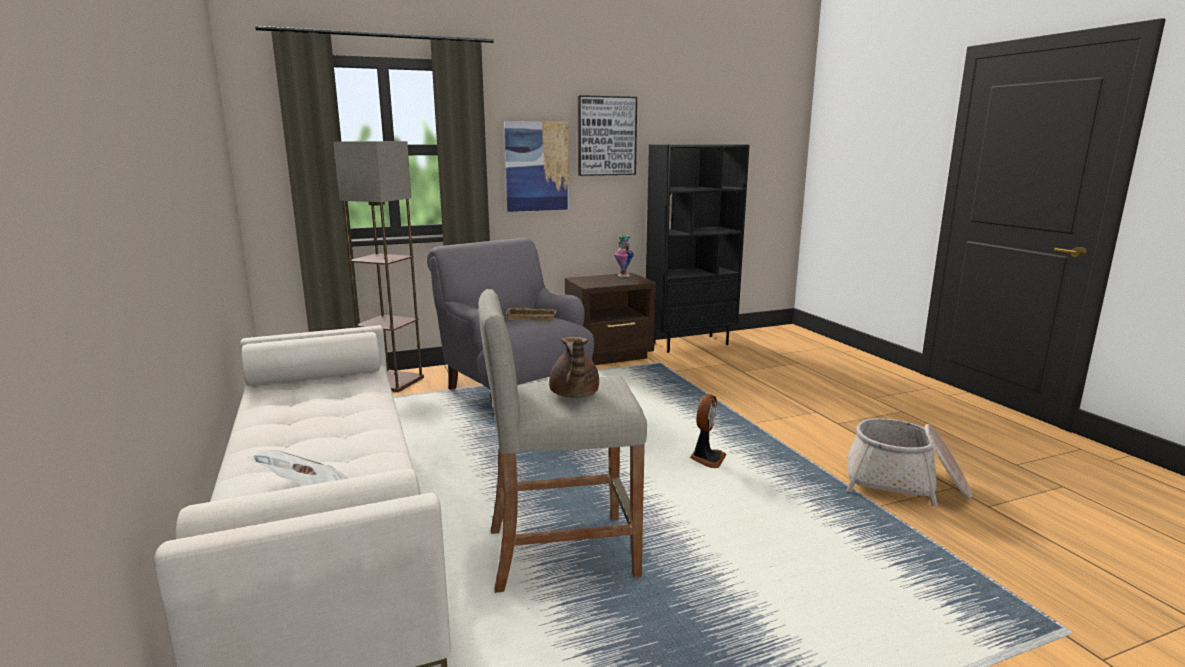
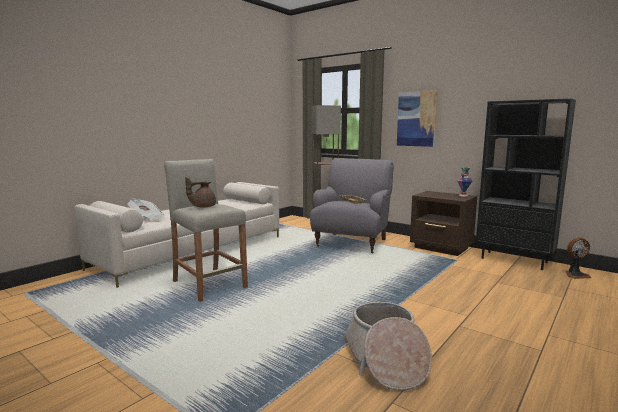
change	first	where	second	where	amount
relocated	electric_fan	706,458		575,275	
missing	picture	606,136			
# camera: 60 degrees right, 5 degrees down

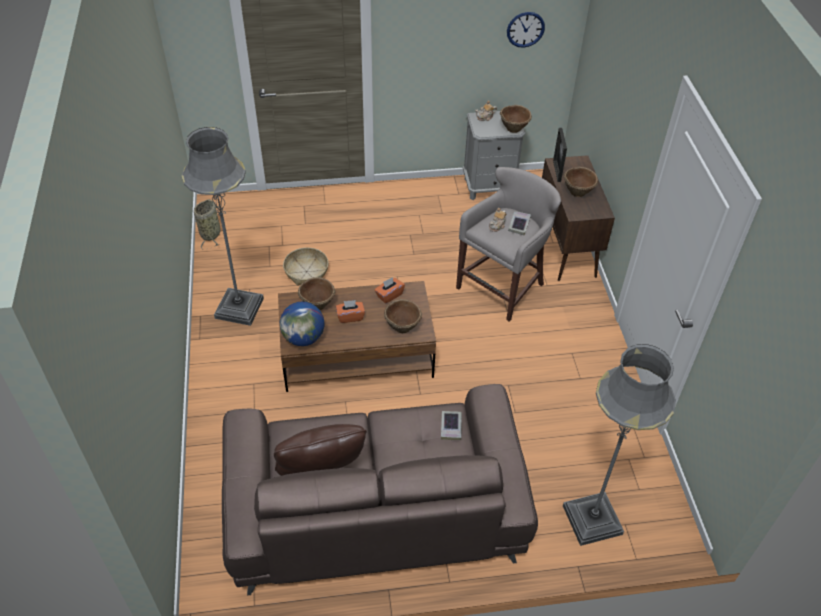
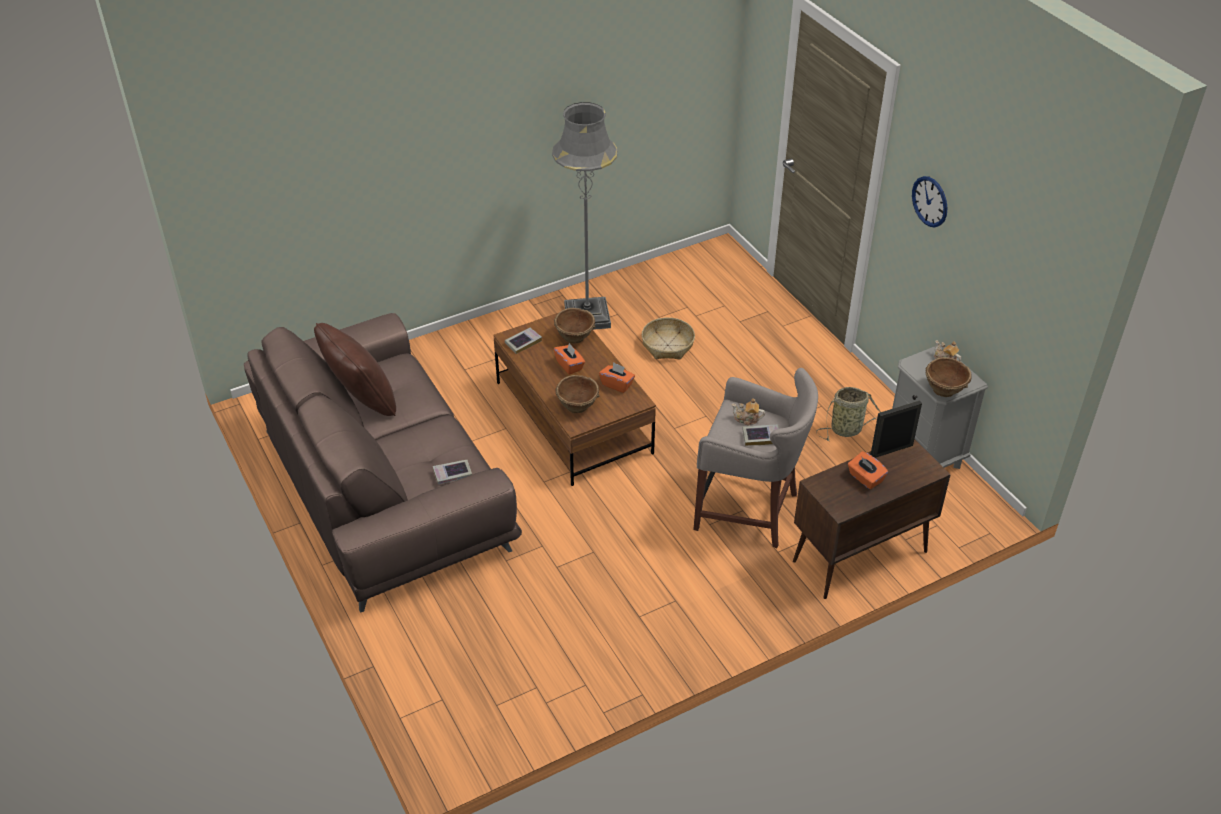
change	first	where	second	where	amount
exchanged	desk_globe	304,338	bound_book	523,342	
relocated	household_basket	211,233		848,429	
exchanged	brown-coloured_deep_dish	578,191	orange_tissue_holder	865,478	
relocated	wall_clock	525,29		930,201	
missing	grey_standing_lamp	592,520			
# camera: 70 degrees right, 5 degrees down

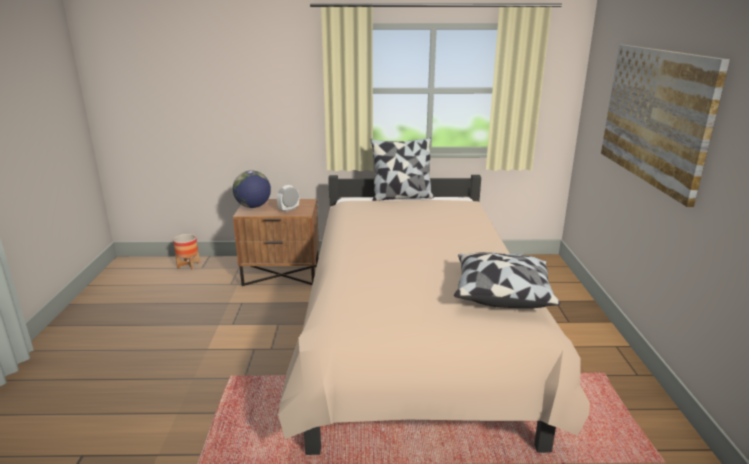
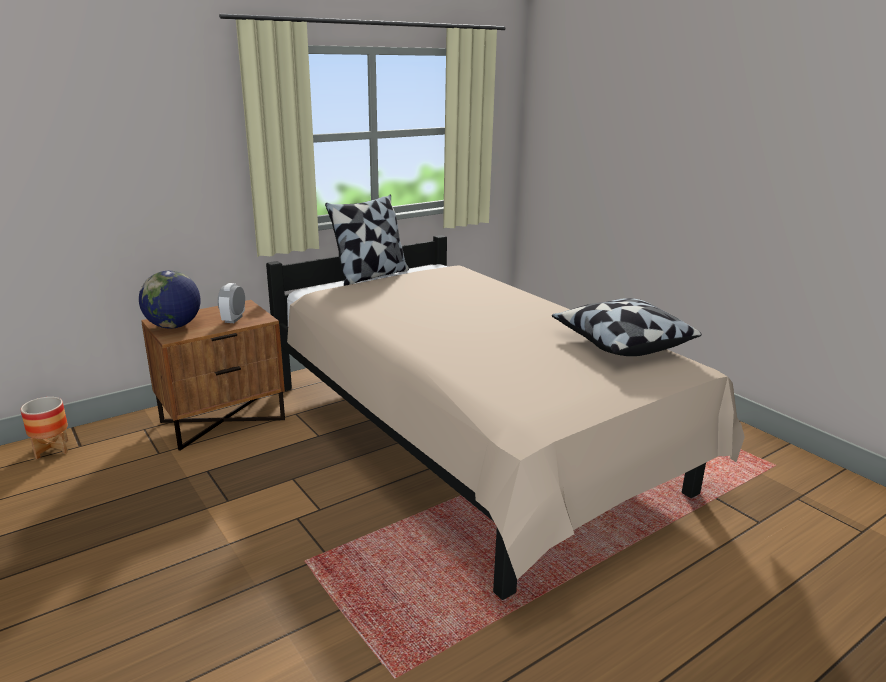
change	first	where	second	where	amount
missing	picture	655,116			
# camera: 35 degrees left, 0 degrees up

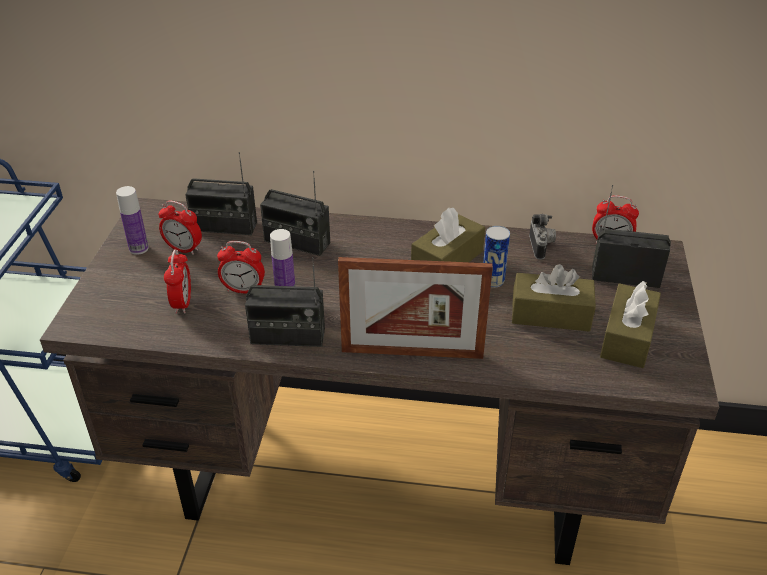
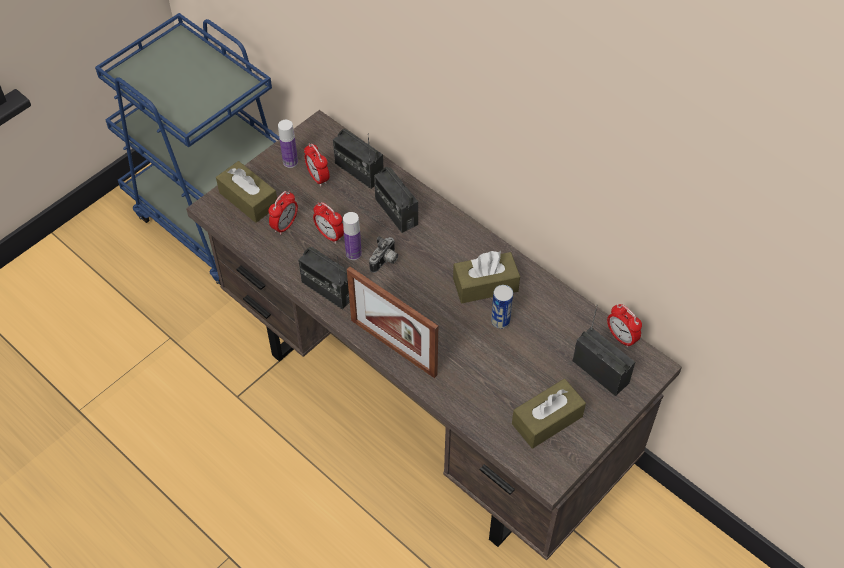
change	first	where	second	where	amount
relocated	brown-coloured_tissue_holder	550,314		248,199	
relocated	still_camera	541,247		385,262	
# camera: 35 degrees right, 15 degrees up

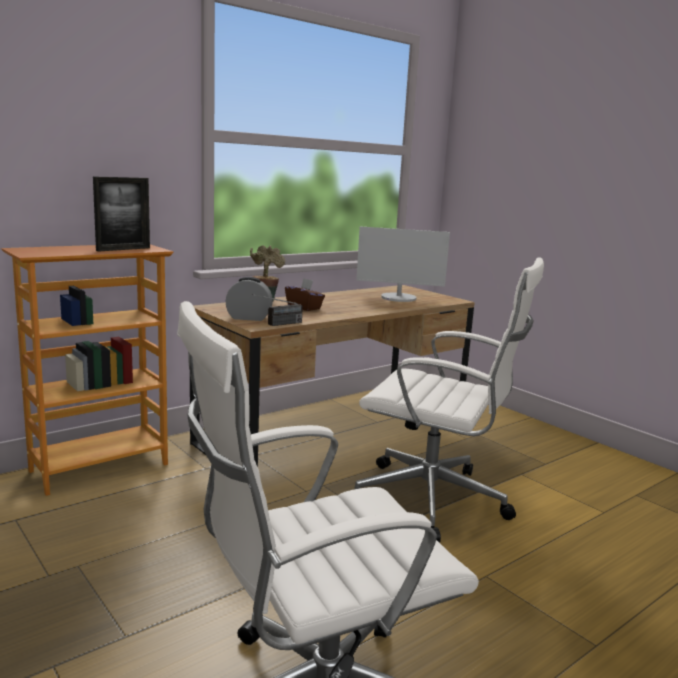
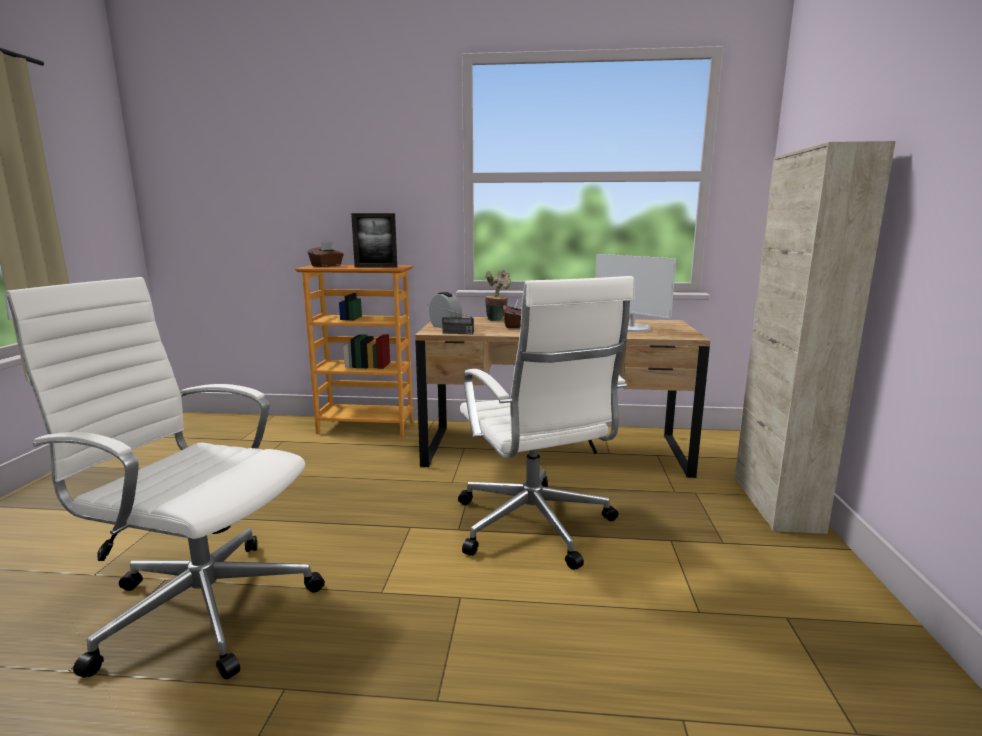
change	first	where	second	where	amount
appeared			brown-coloured_tissue_holder	327,266	
appeared			beige-coloured_cupboard	776,504	
# camera: 45 degrees right, 0 degrees up

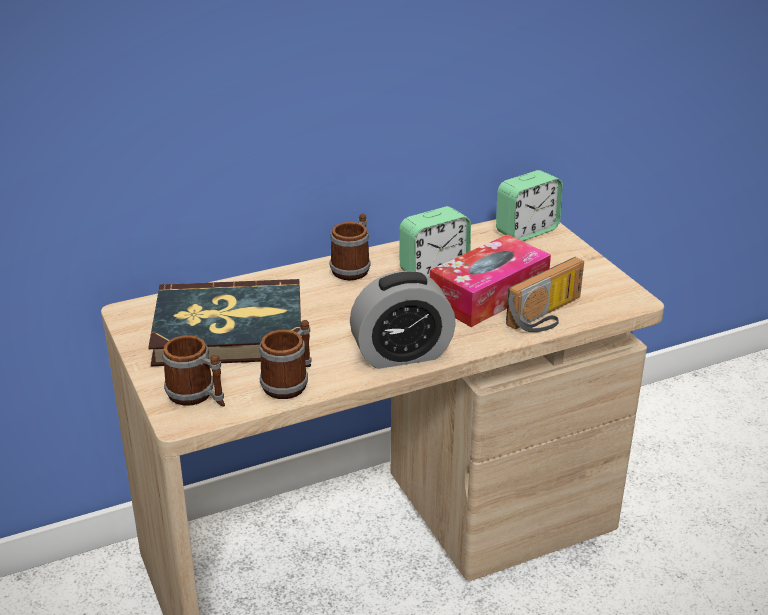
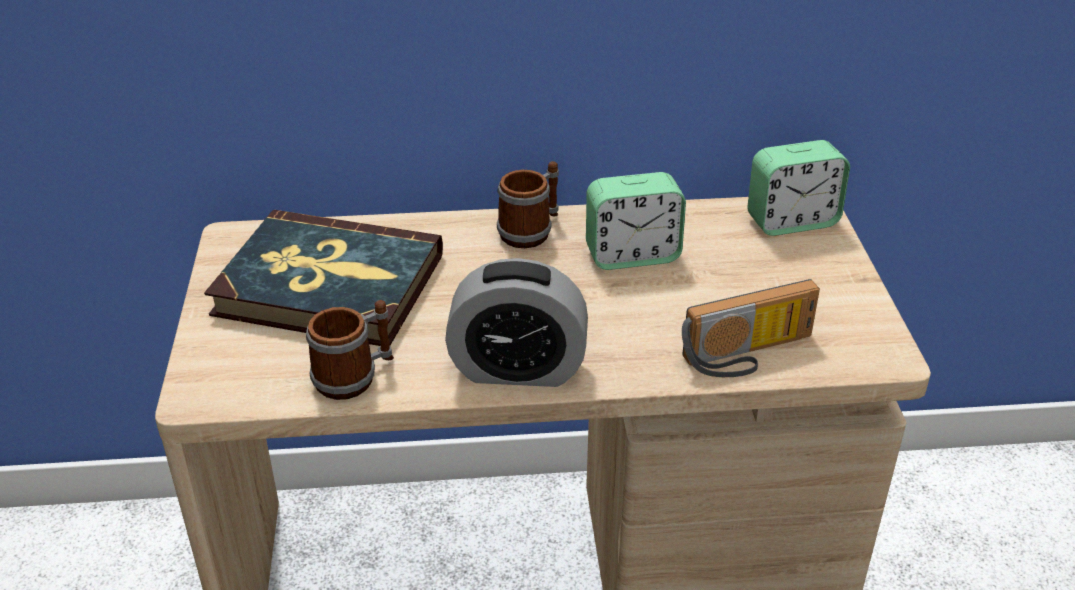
change	first	where	second	where	amount
missing	tea_mug	197,396			
missing	tissue_holder	489,295			
# camera: 20 degrees right, 5 degrees up

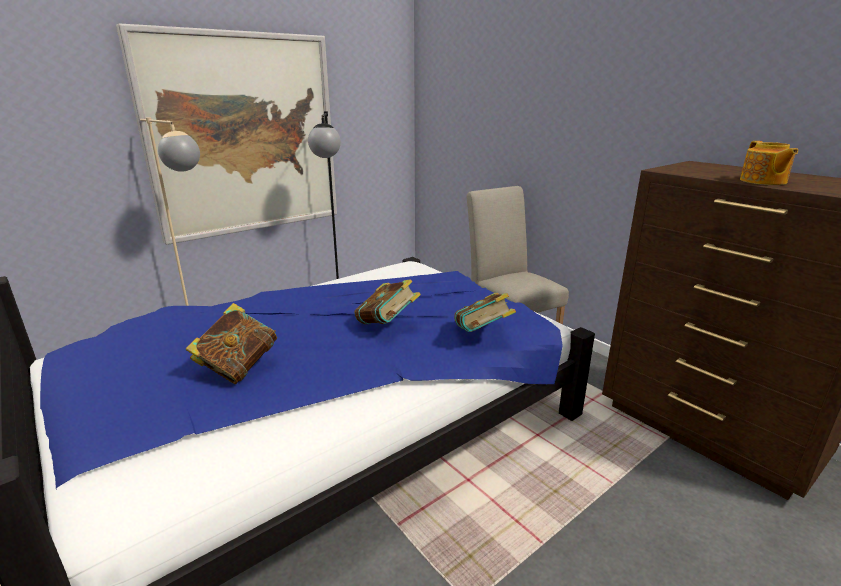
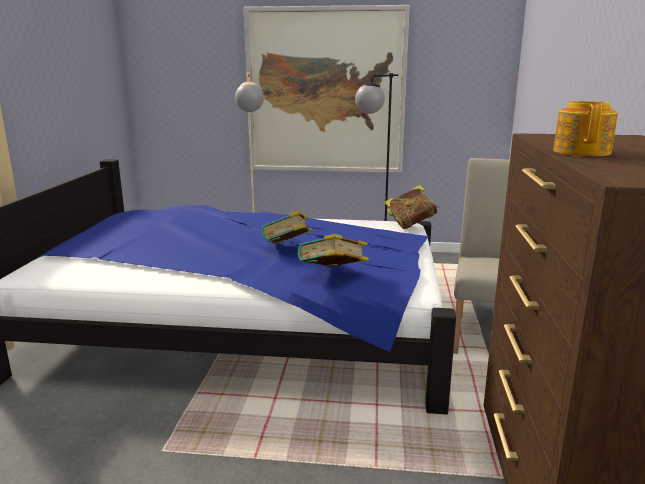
change	first	where	second	where	amount
relocated	bound_book	238,368		411,225	
spun	teapot	762,181		582,152	150 degrees clockwise
# camera: 45 degrees right, 5 degrees down

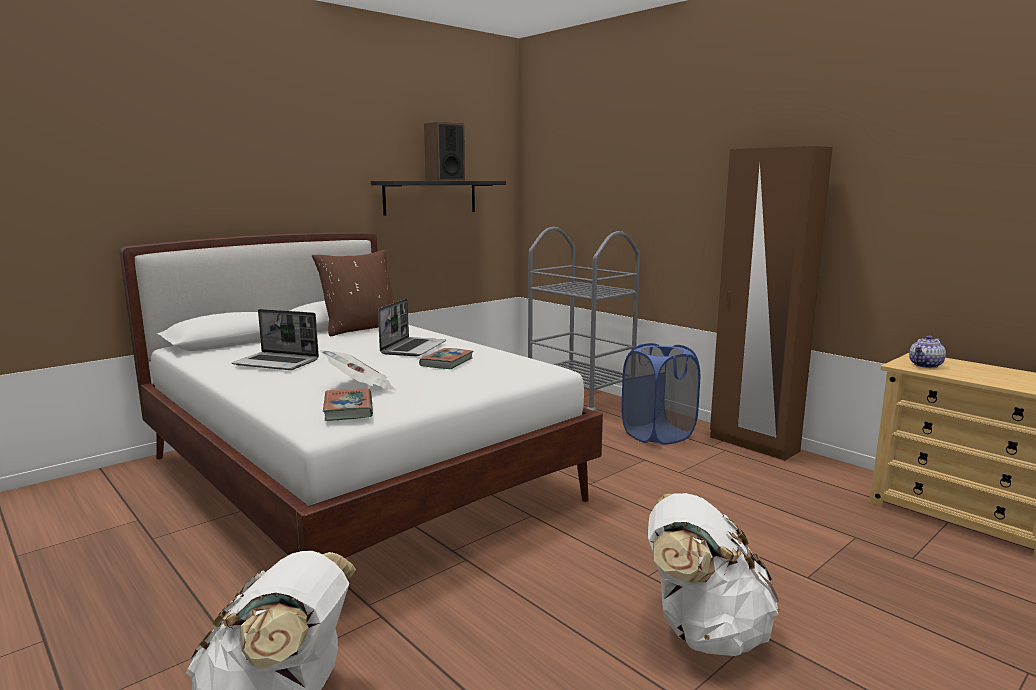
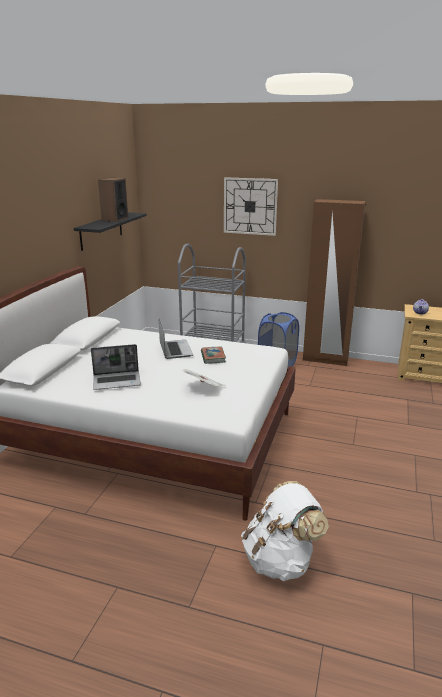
change	first	where	second	where	amount
appeared			wall_clock	250,206	
missing	brown-coloured_cushion	361,328			
missing	bound_book	348,409			
missing	white_backpack	703,631			
# camera: 30 degrees left, 10 degrees up

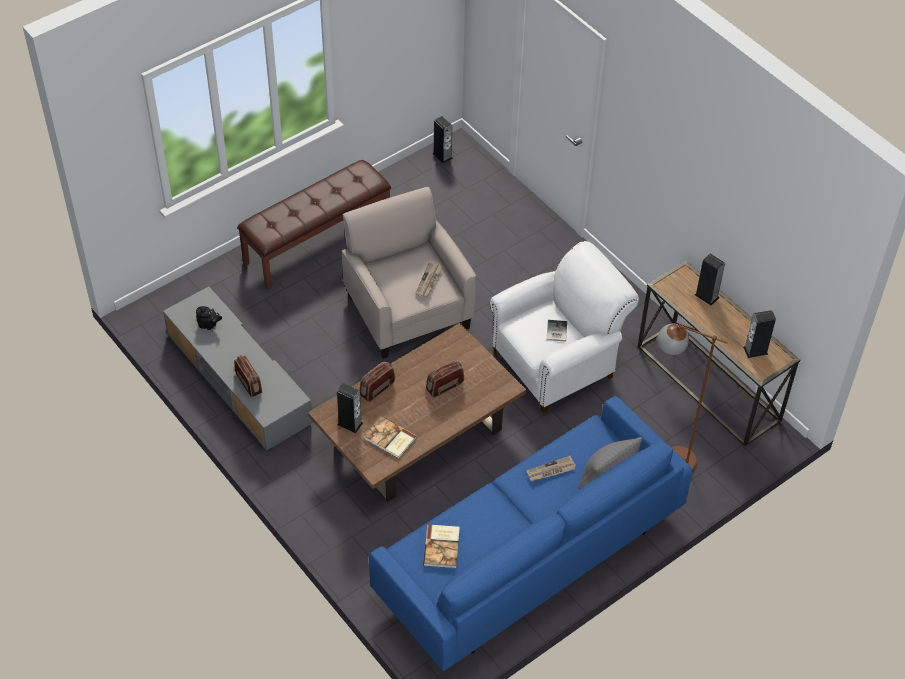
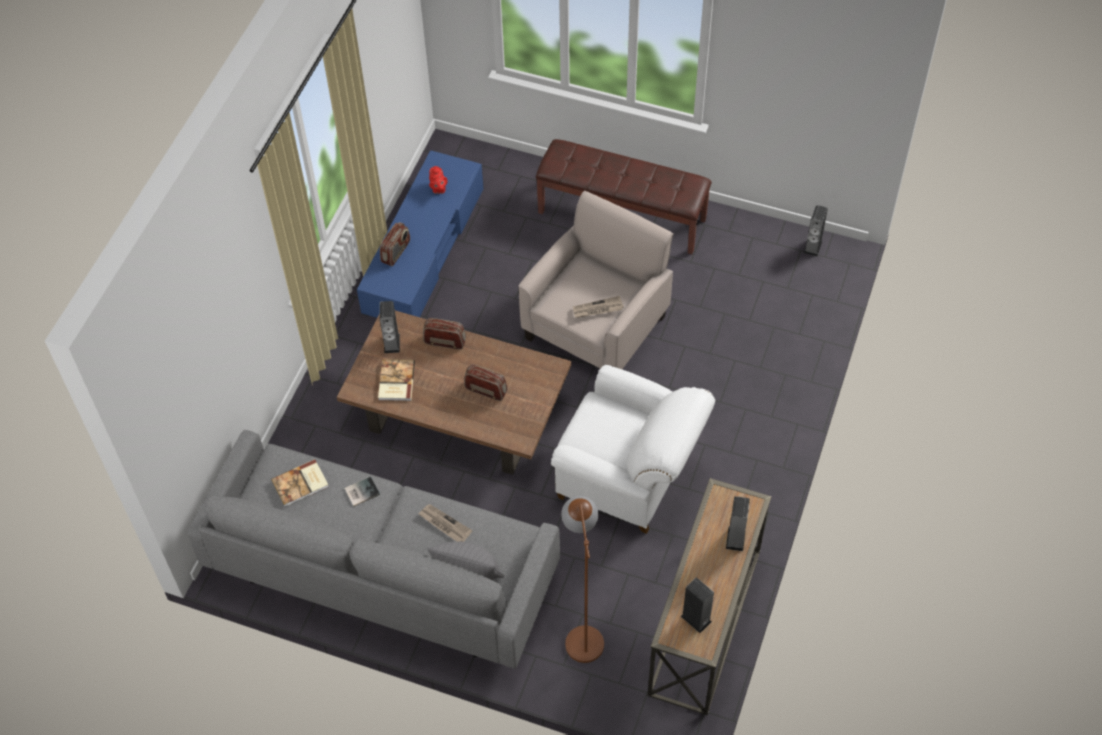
change	first	where	second	where	amount
colour	blue-coloured_couch	528,556	grey_couch	383,571	
relocated	bound_book	556,331		360,491	
colour	grey_media_console	238,379	blue-coloured_media_console	424,251	
colour	black_teapot	209,325	red-coloured_teapot	438,189	
# camera: 60 degrees right, 5 degrees up

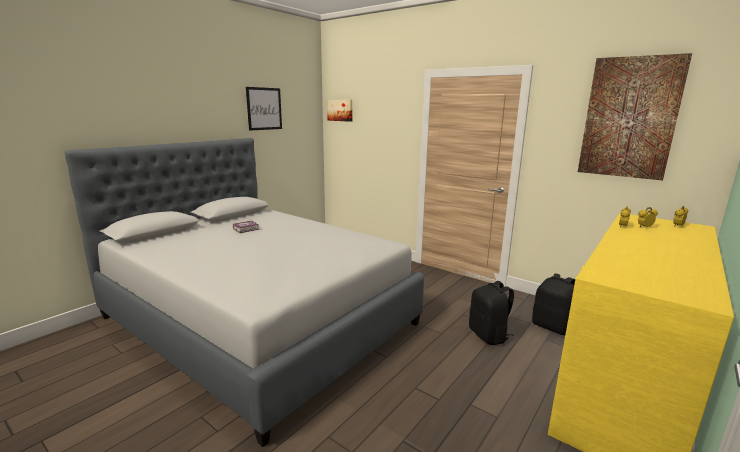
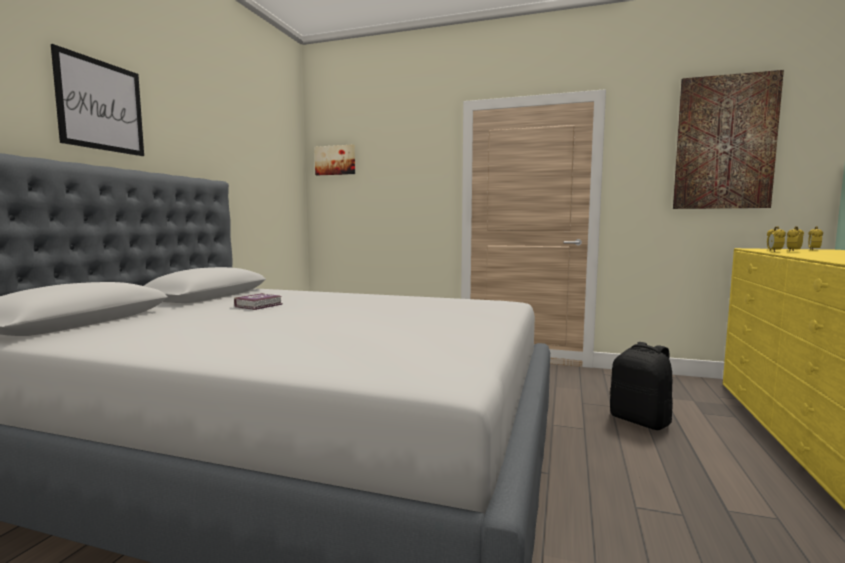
change	first	where	second	where	amount
relocated	picture	264,108		101,105	
missing	black_backpack	552,327			
# camera: 20 degrees left, 10 degrees down

